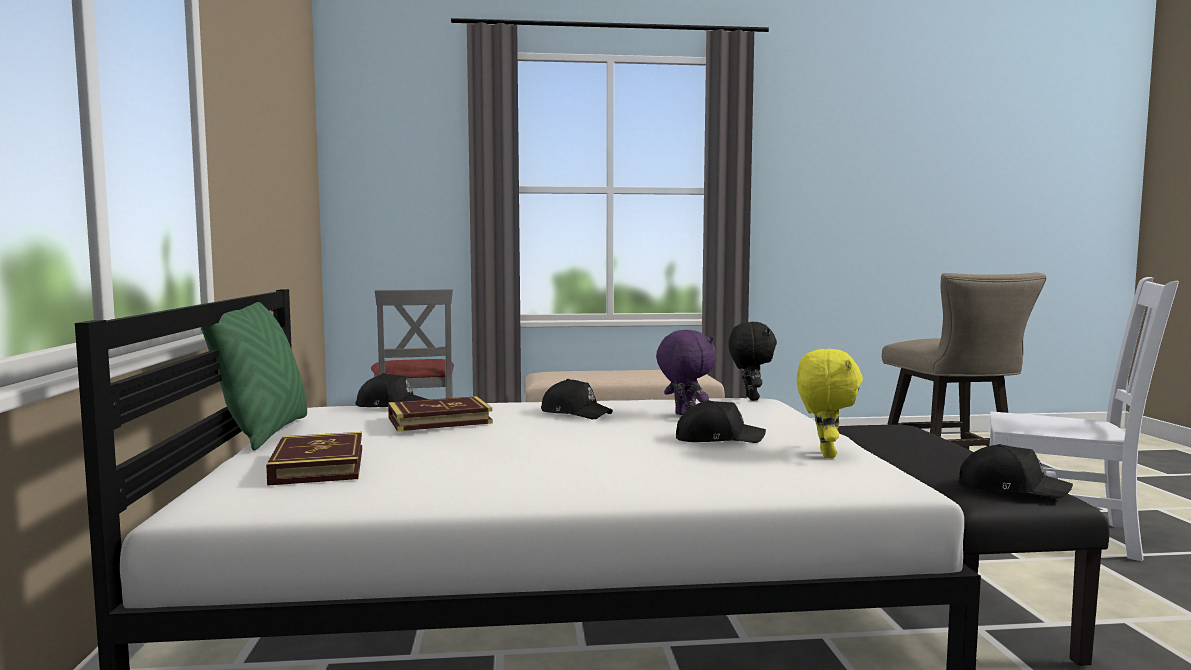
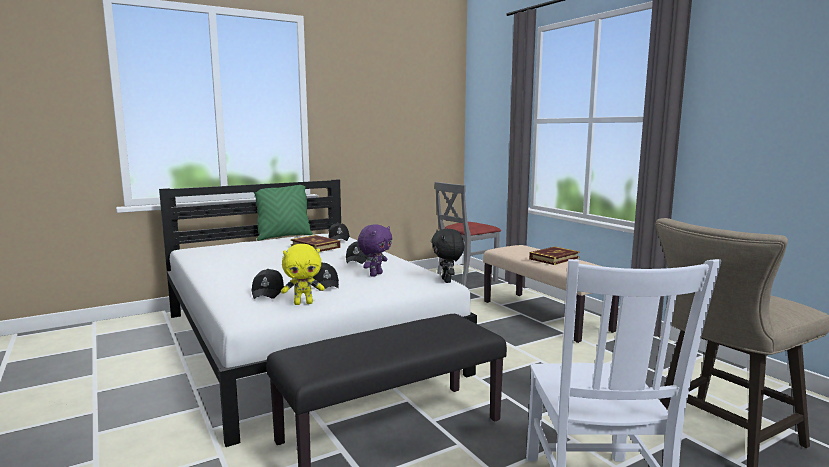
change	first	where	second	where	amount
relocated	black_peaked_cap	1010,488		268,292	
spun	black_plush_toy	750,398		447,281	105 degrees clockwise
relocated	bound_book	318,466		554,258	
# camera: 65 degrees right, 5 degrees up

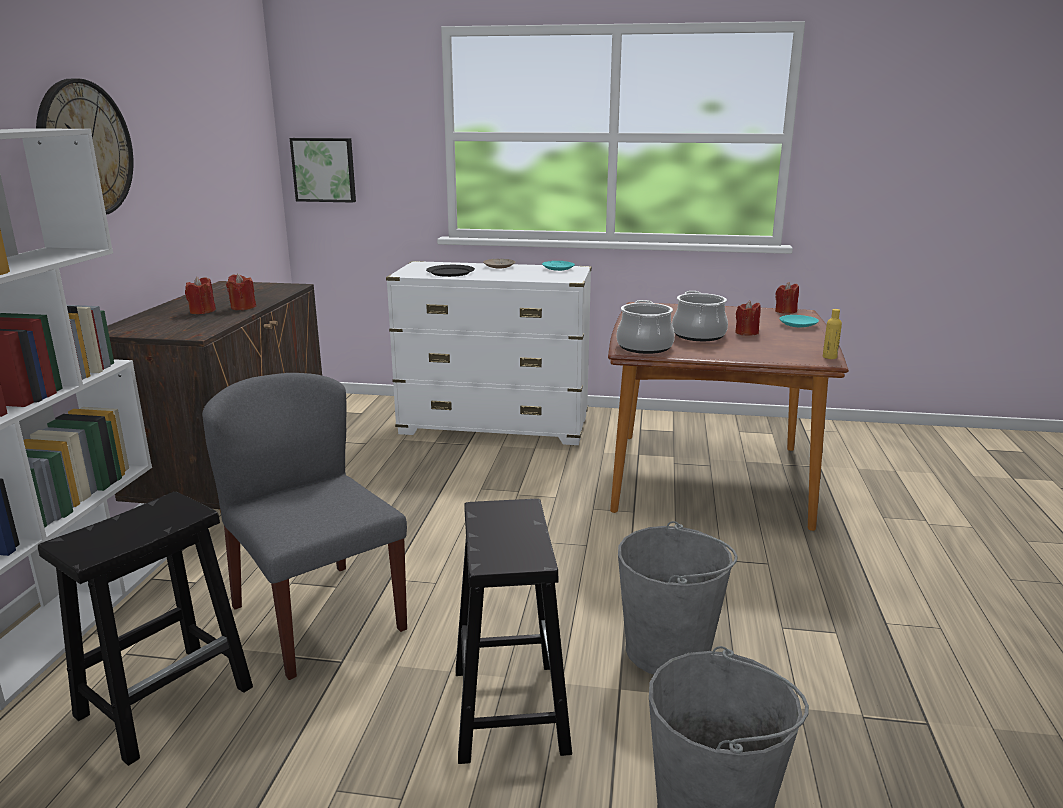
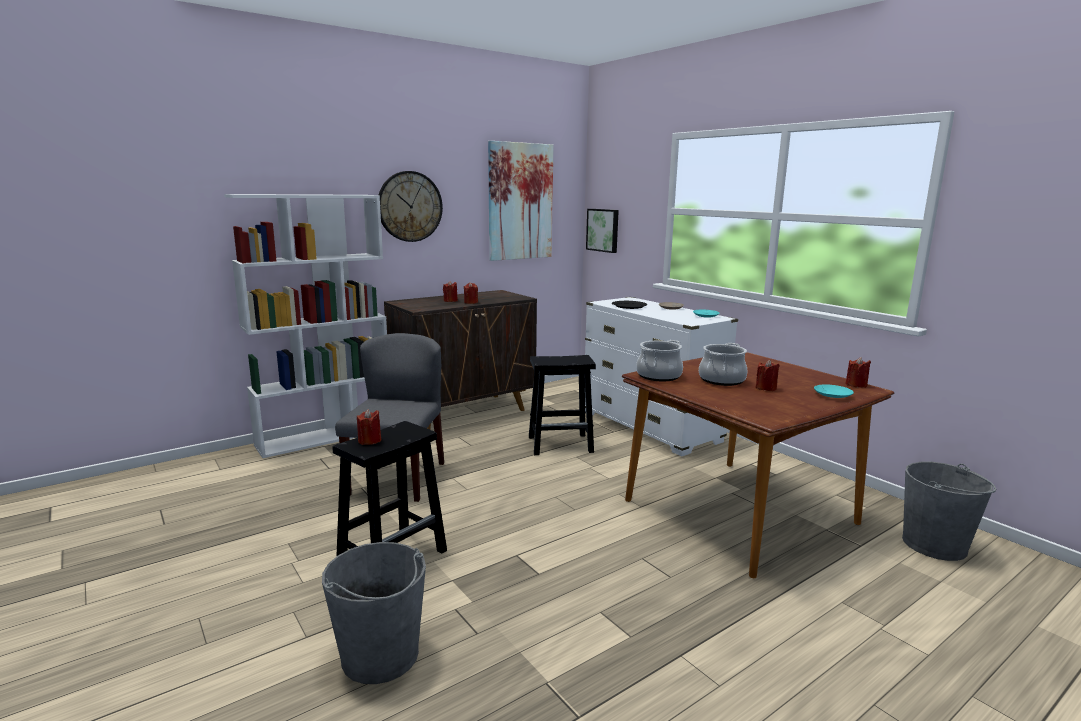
change	first	where	second	where	amount
appeared			red-coloured_wax_candle	369,441	
appeared			picture	520,202	
relocated	black_stool_seat	167,700		561,444	
relocated	grey_pail	668,650		934,545	
missing	yellow-coloured_beverage_bottle	829,357			
# camera: 45 degrees right, 5 degrees down

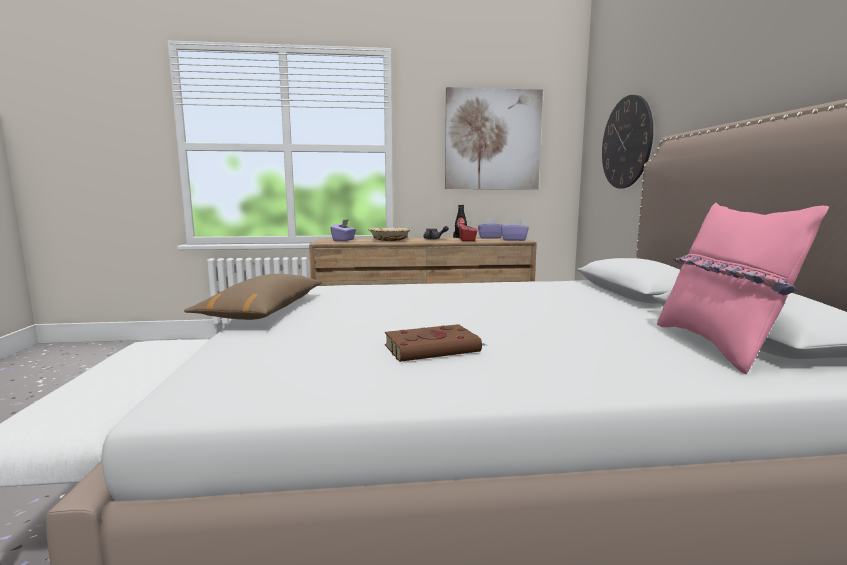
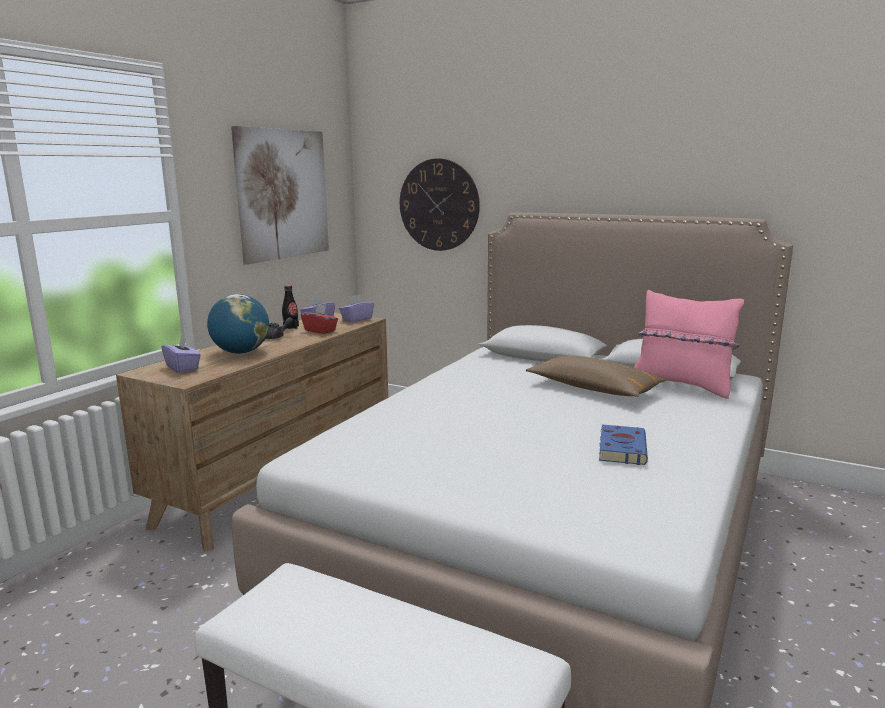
change	first	where	second	where	amount
exchanged	beige-coloured_deep_dish	389,240	desk_globe	241,352	
relocated	brown-coloured_cushion	265,311		593,389	
colour	brown-coloured_bound_book	434,348	blue-coloured_bound_book	622,448	
# camera: 55 degrees left, 5 degrees up

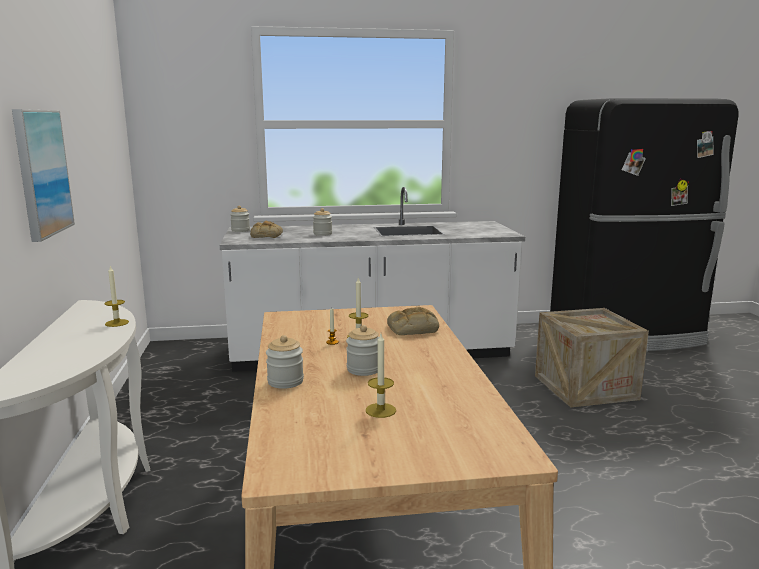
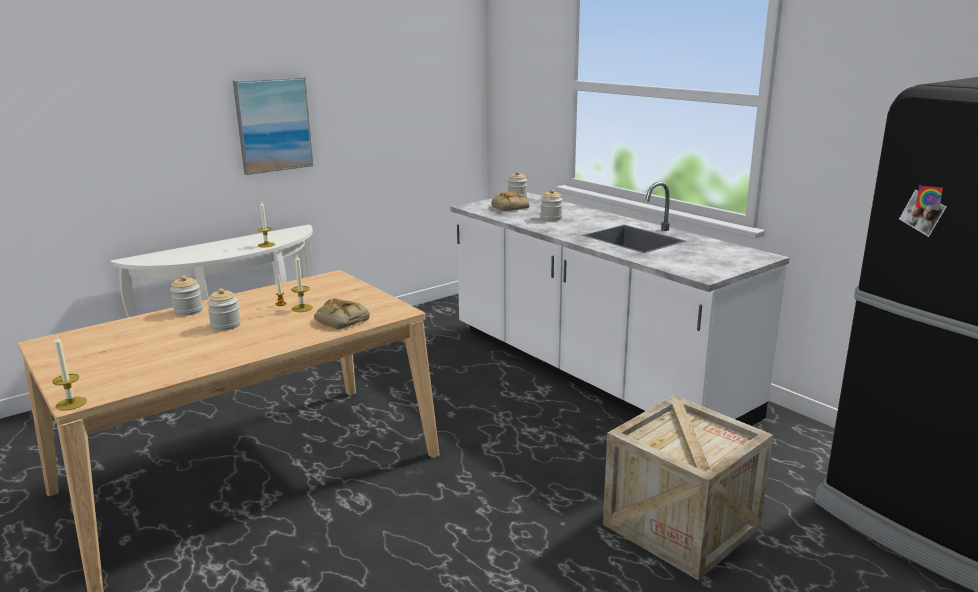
change	first	where	second	where	amount
relocated	wax_candle	380,410		71,403	
# camera: 60 degrees right, 5 degrees up

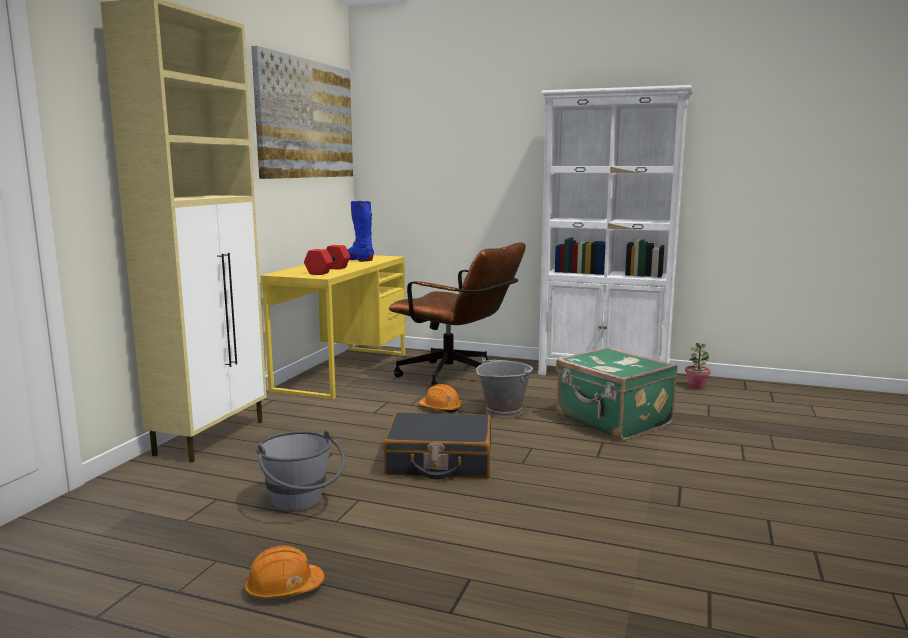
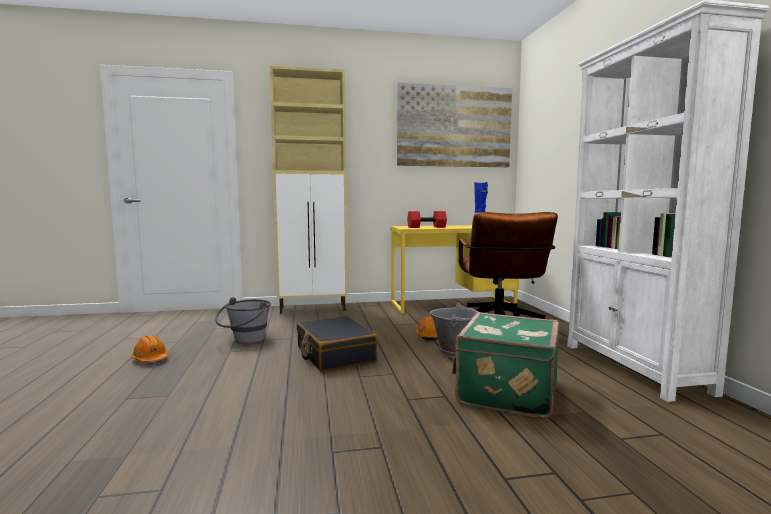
change	first	where	second	where	amount
missing	houseplant	696,387			
# camera: 60 degrees right, 5 degrees down

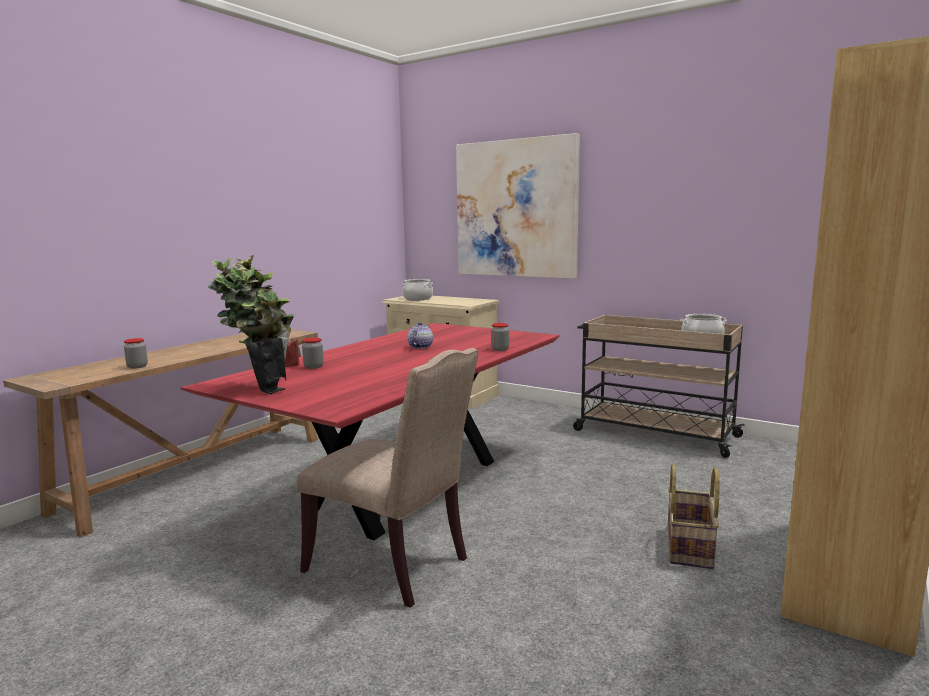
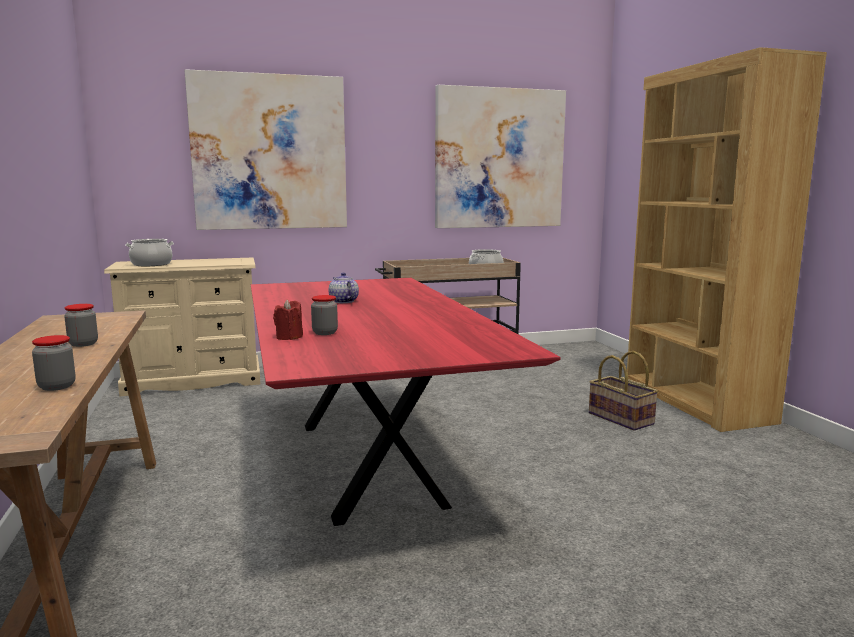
change	first	where	second	where	amount
relocated	storage_jar	500,349		83,344	
appeared			picture	498,159	
missing	houseplant	260,388			
missing	beige-coloured_chair	394,565			
# camera: 50 degrees left, 0 degrees up

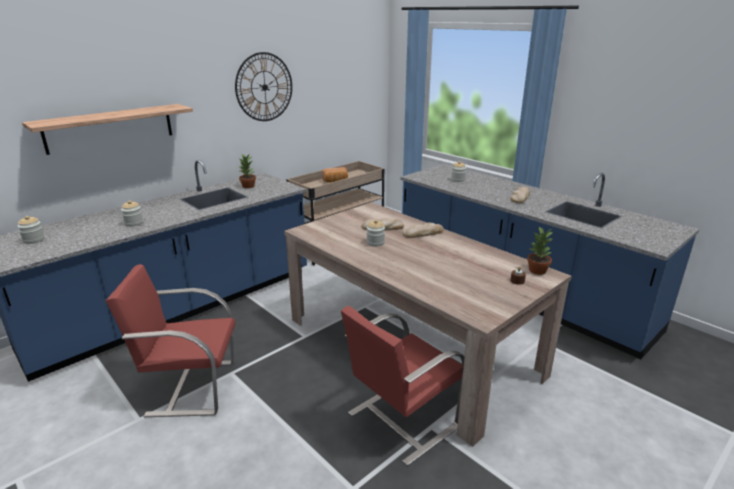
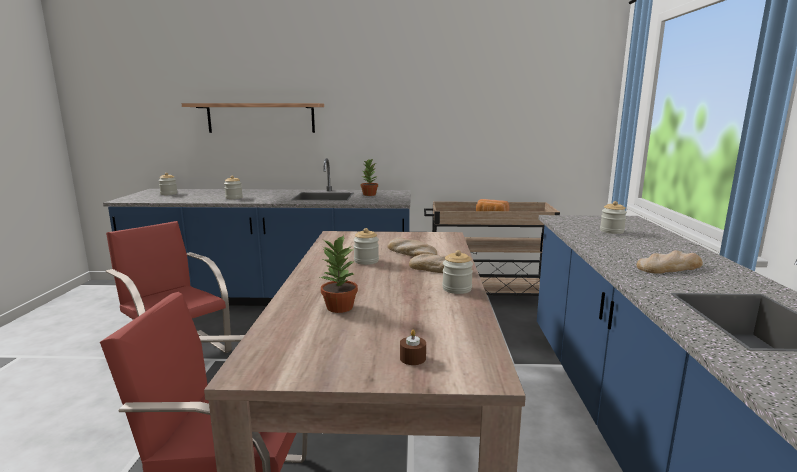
change	first	where	second	where	amount
relocated	houseplant	537,271		339,307	
appeared			storage_jar	457,289	
missing	wall_clock	264,87			
# camera: 45 degrees right, 10 degrees down

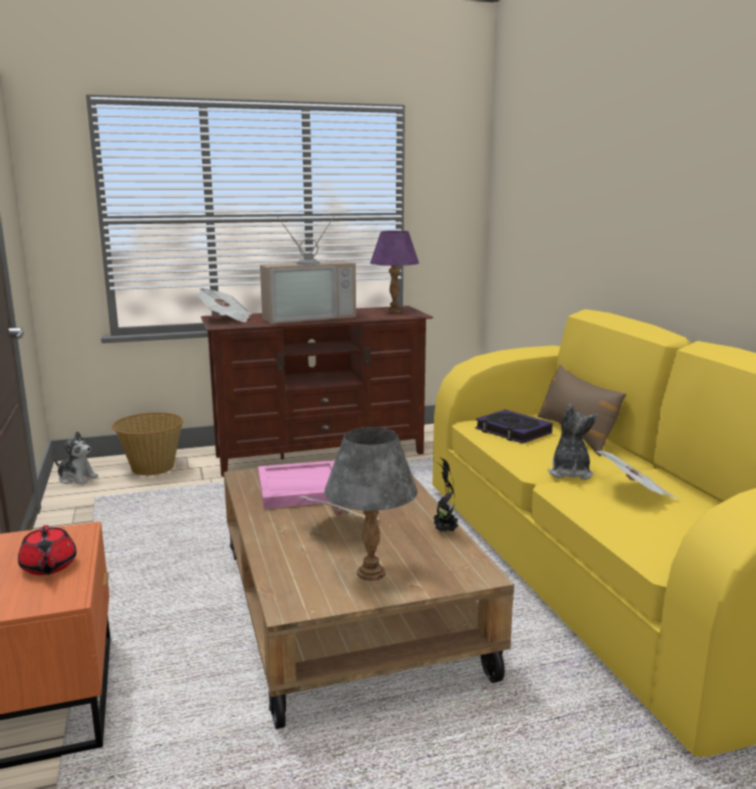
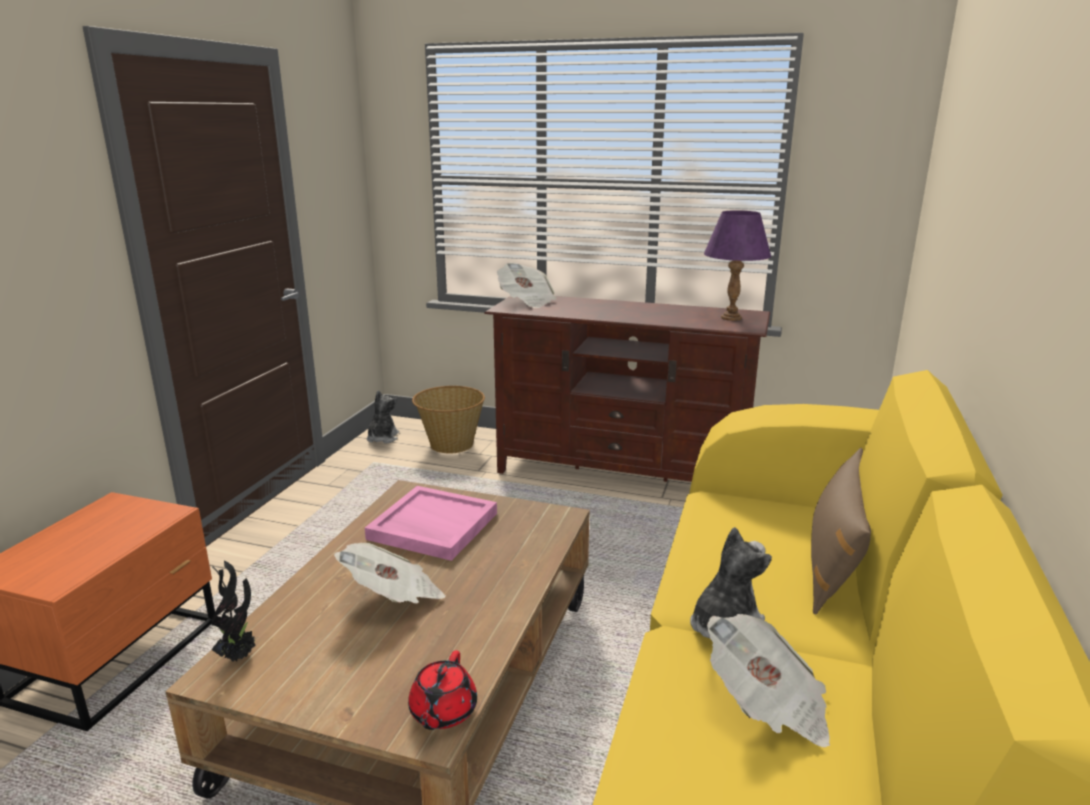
change	first	where	second	where	amount
relocated	houseplant	444,531		240,656	
spun	plush_toy	77,478		382,438	135 degrees counterclockwise
relocated	red-coloured_teapot	48,567		442,712	
missing	television	308,317			
missing	grey_lamp_for_a_table	371,573			
missing	bound_book	513,431			
# camera: 35 degrees right, 5 degrees up

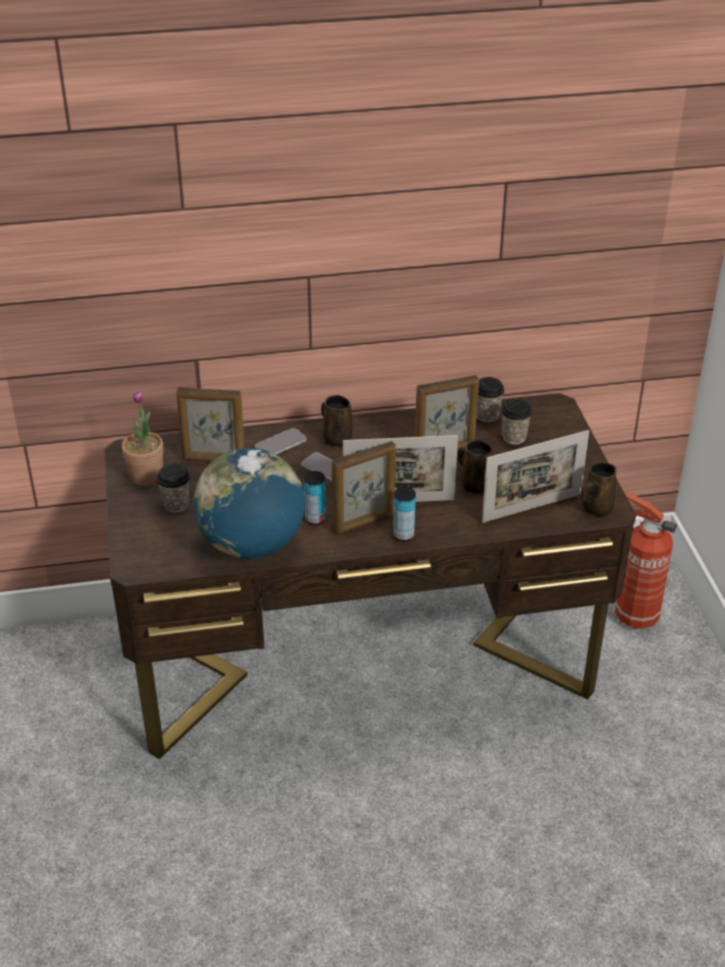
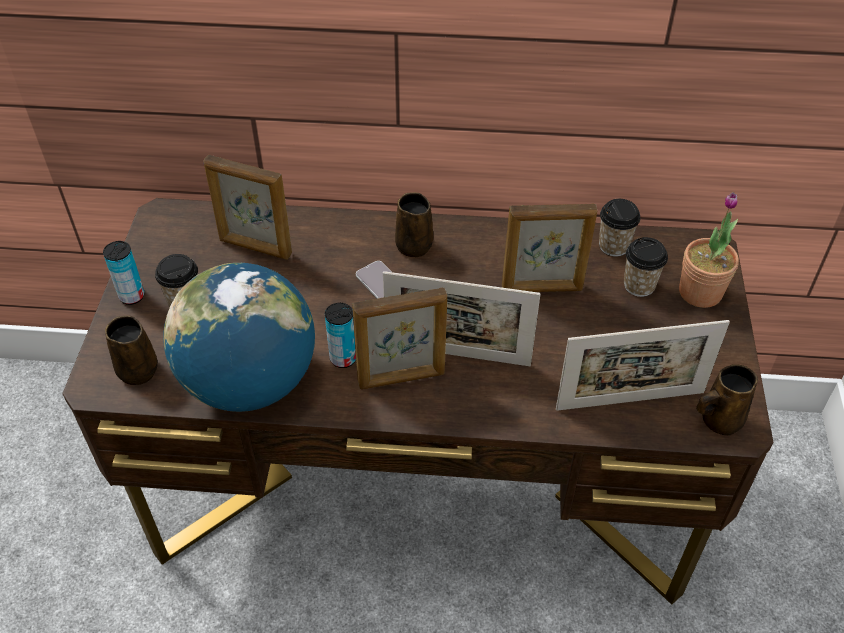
change	first	where	second	where	amount
relocated	metal_can	403,535		132,296	
relocated	brown-coloured_tea_mug	474,484		137,369	
relocated	houseplant	146,476		700,292	
missing	handset	280,444			
missing	extinguisher	633,615			
# camera: 15 degrees right, 10 degrees up

